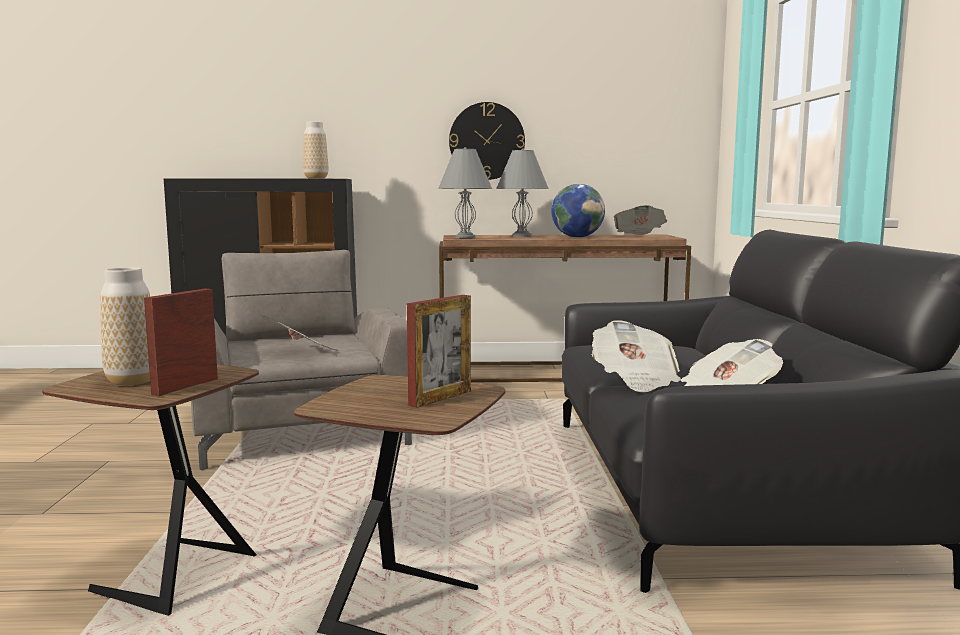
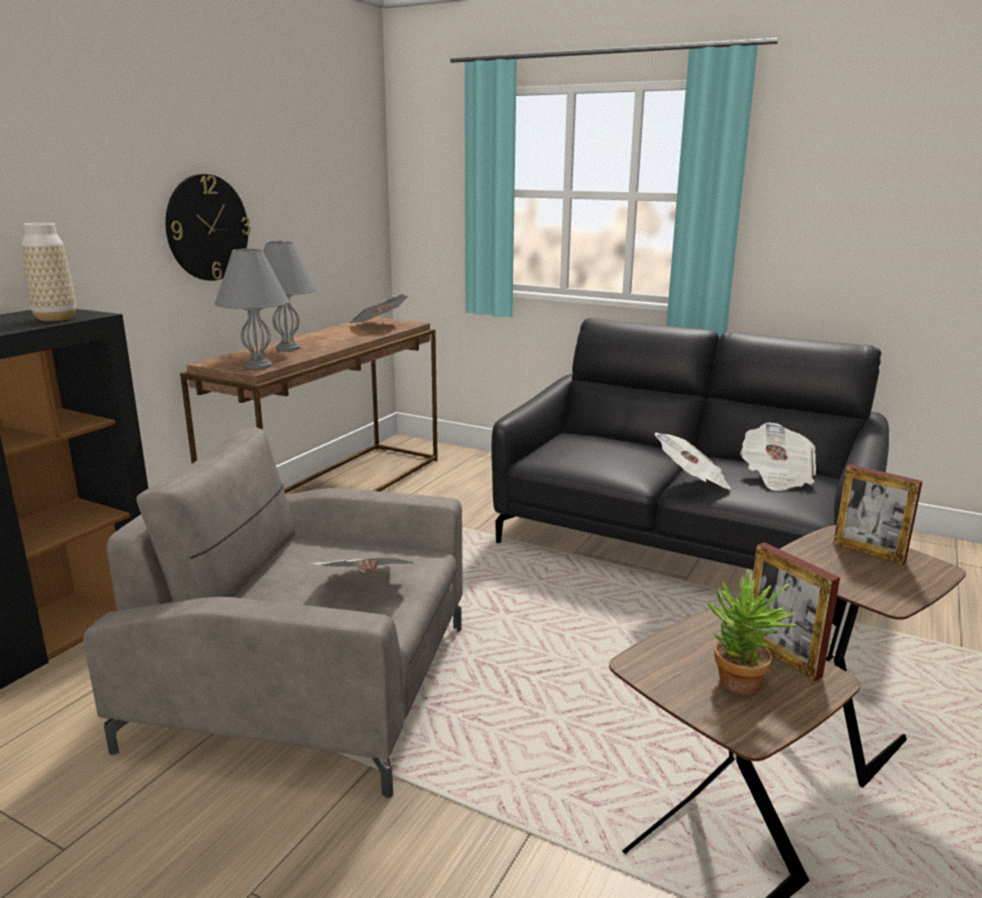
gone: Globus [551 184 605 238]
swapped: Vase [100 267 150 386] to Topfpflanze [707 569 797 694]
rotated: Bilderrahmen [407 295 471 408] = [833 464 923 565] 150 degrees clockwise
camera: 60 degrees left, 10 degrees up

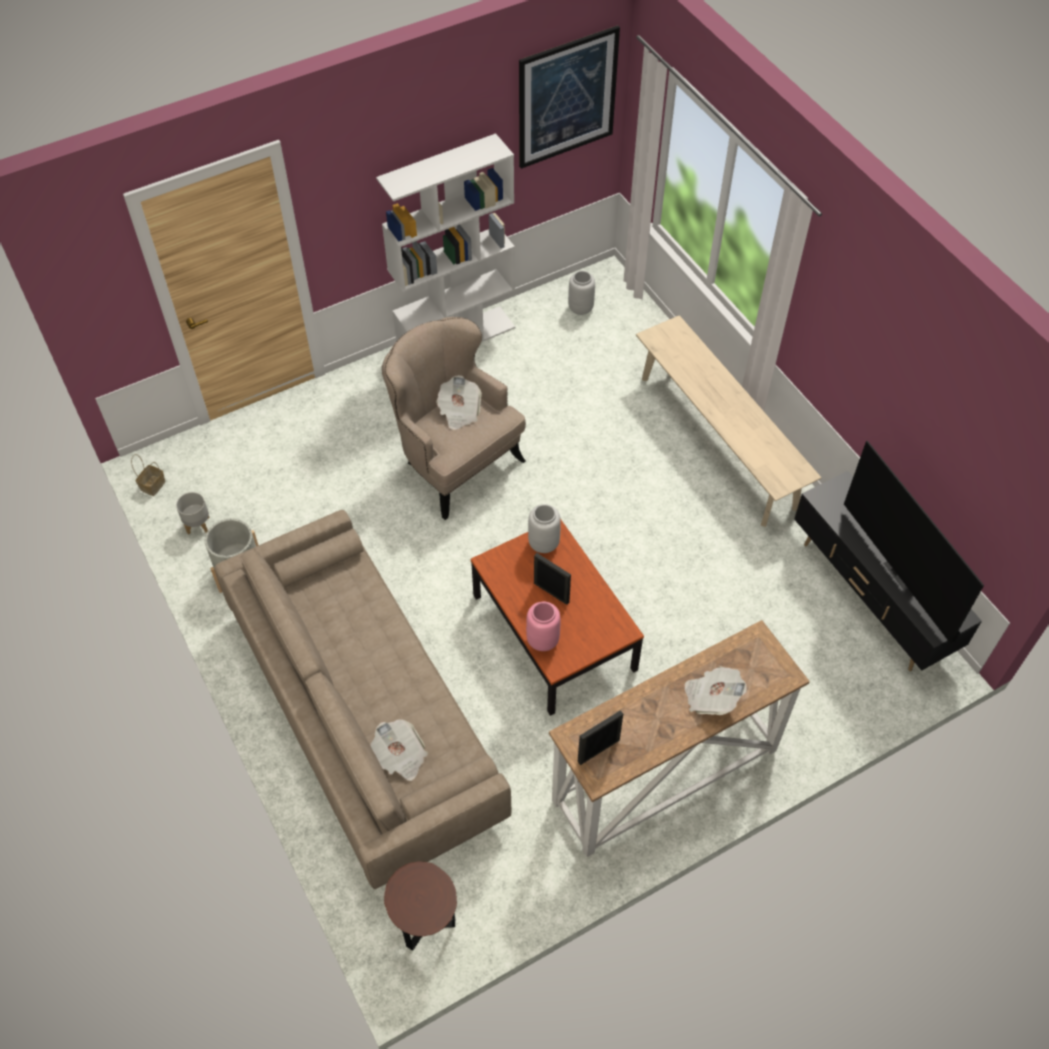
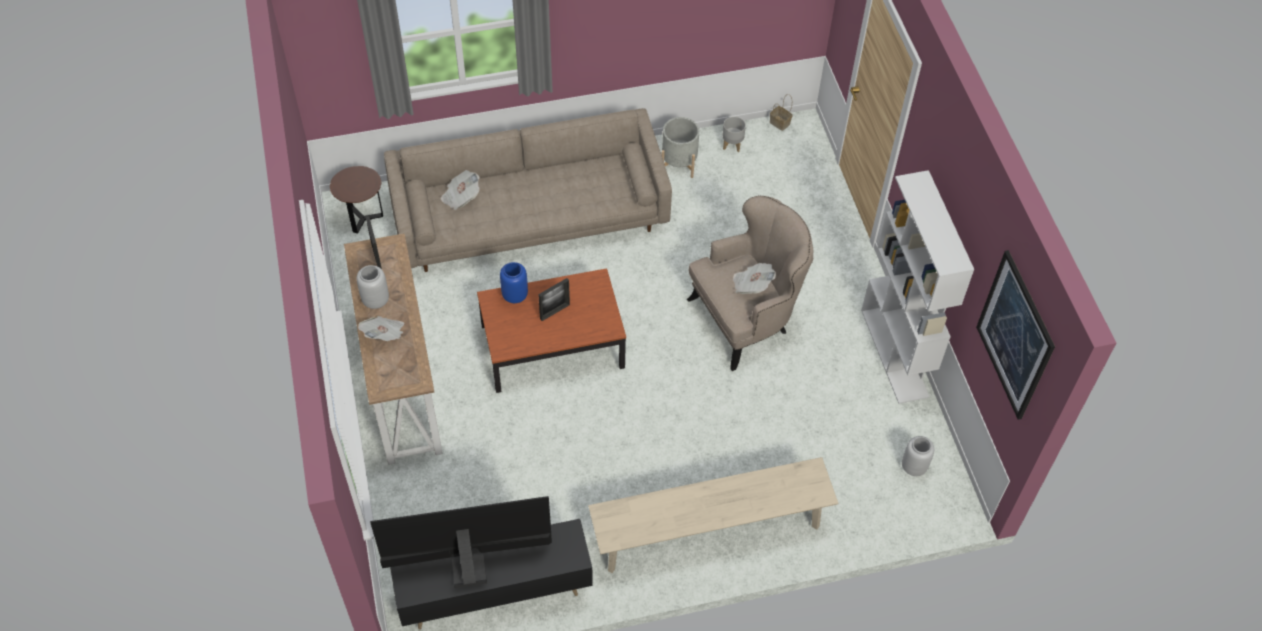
shifted: Vase [grau] [528 504 561 553] to [357 265 389 309]
repainted: Vase [rosa] [526 602 560 651] to Vase [blau] [500 262 528 303]
camera: 105 degrees right, 0 degrees up

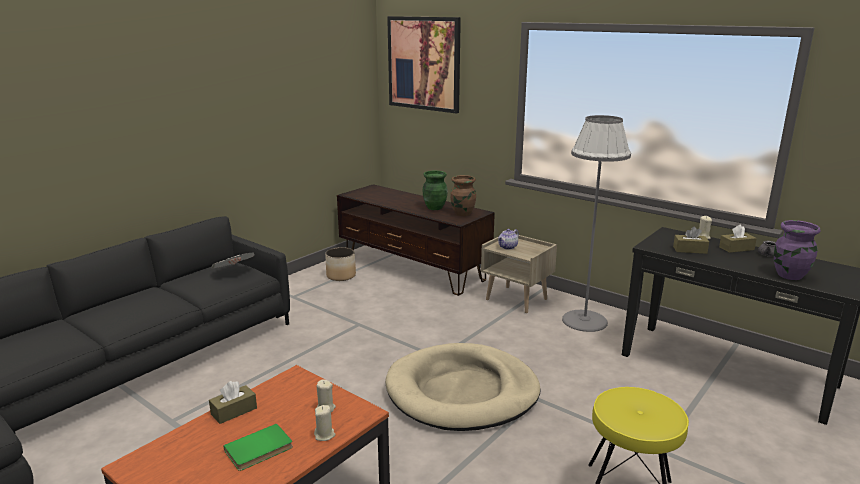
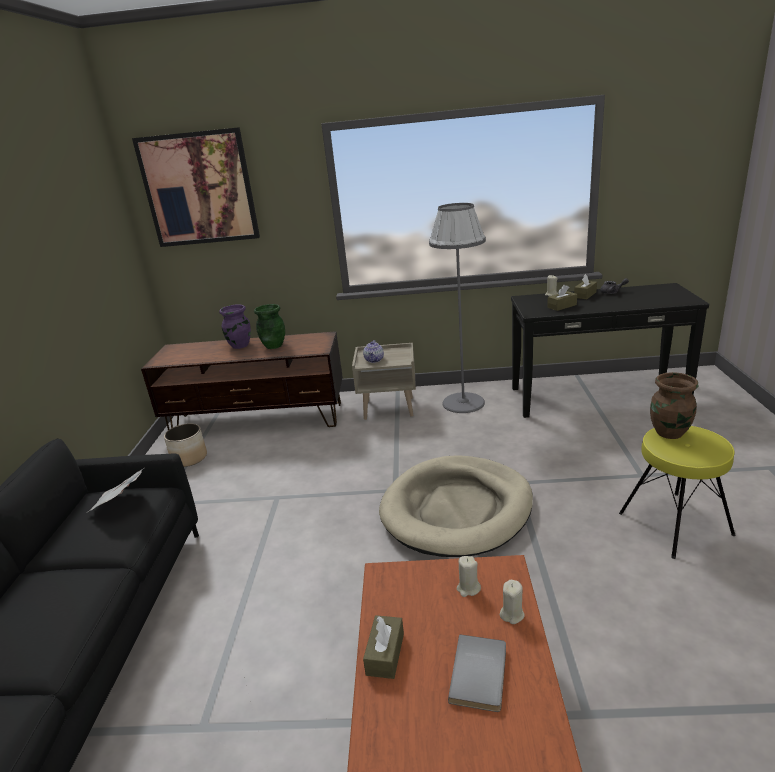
shifted: Vase [braun] [450 175 476 216] to [650 372 698 439]; Vase [lila] [774 220 821 280] to [219 304 251 349]
repainted: Buch [grün] [223 424 293 471] to Buch [grau] [448 634 506 712]
camera: 35 degrees left, 5 degrees up

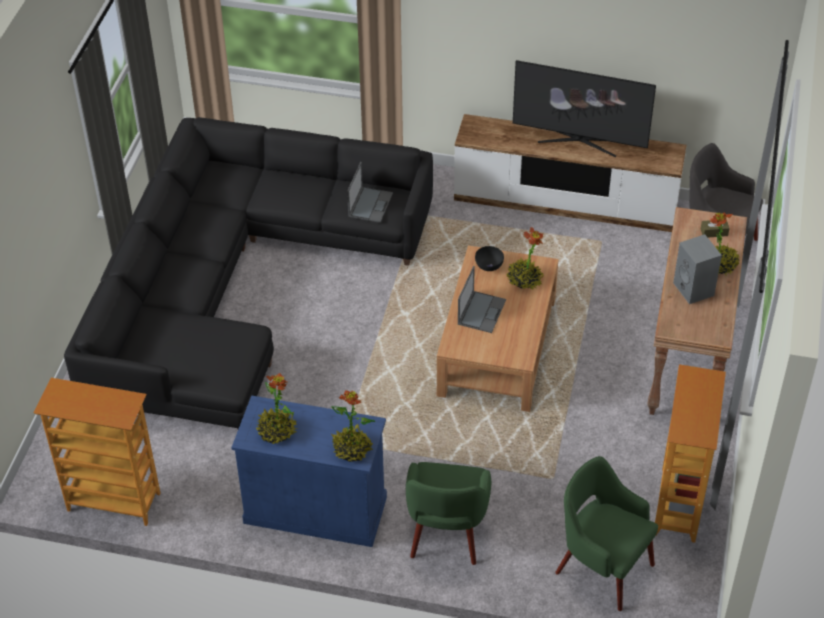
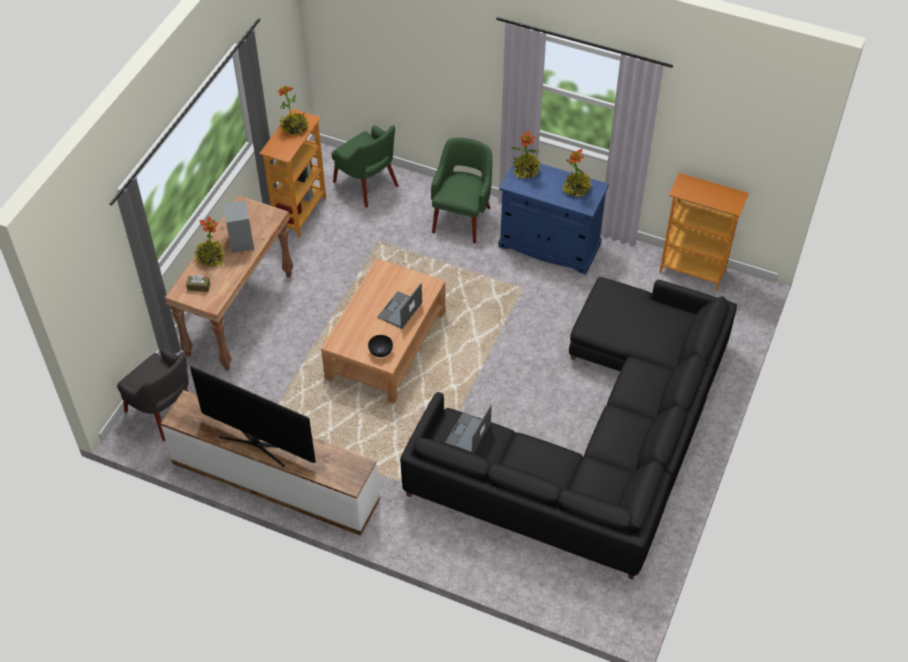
shifted: Topfpflanze [506 227 544 290] to [277 86 309 136]
camera: 170 degrees left, 5 degrees up

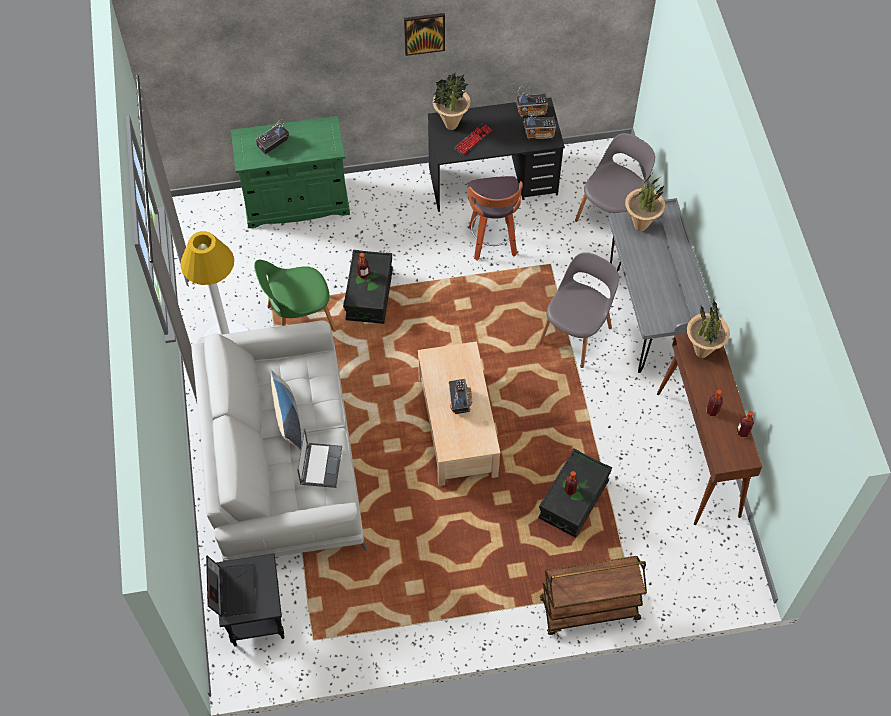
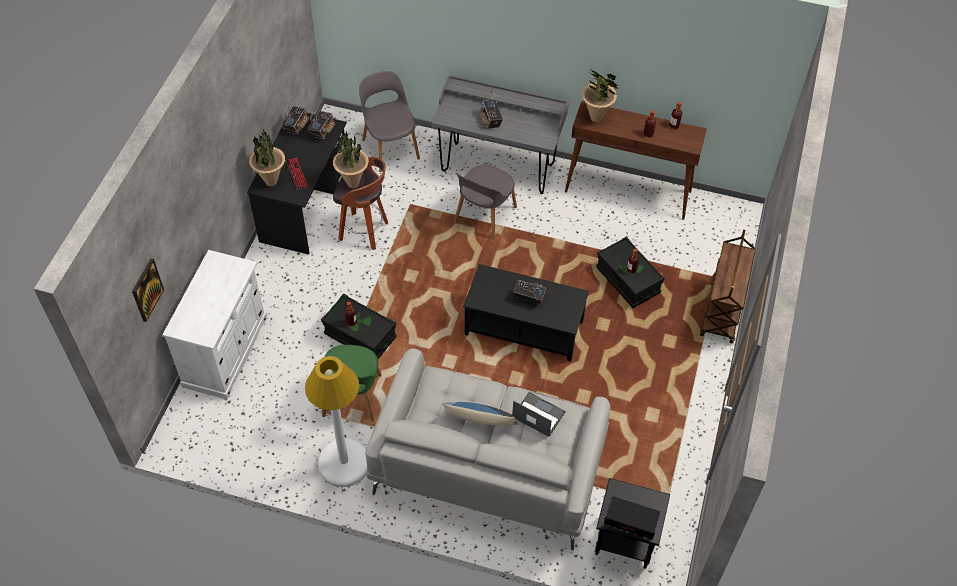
shifted: Radio [256 119 289 155] to [481 90 503 129]; Bild [404 13 445 56] to [132 259 164 322]; Topfpflanze [625 174 665 231] to [333 131 369 188]
repainted: Schrank [grün] [231 116 350 228] to Schrank [weiß] [162 250 267 400]; Couchtisch [beige] [418 342 500 486] to Couchtisch [schwarz] [463 264 589 362]
rotated: Stuhl [grau] [539 252 619 368] = [454 165 517 240] 120 degrees counterclockwise
camera: 65 degrees left, 5 degrees down

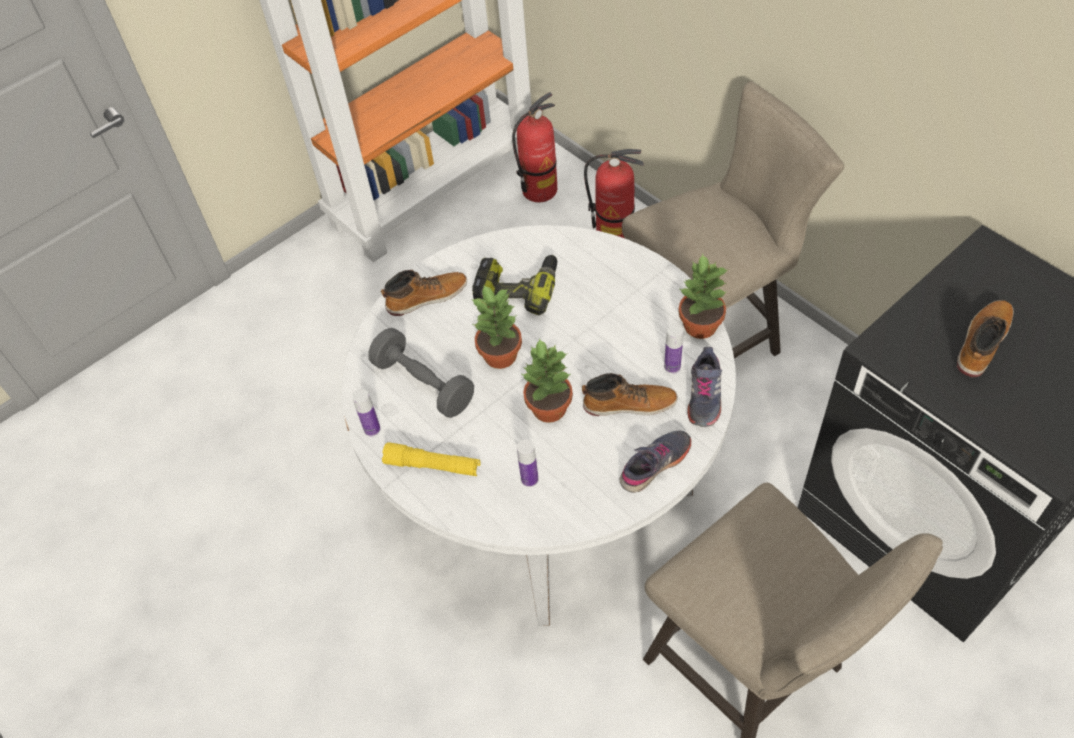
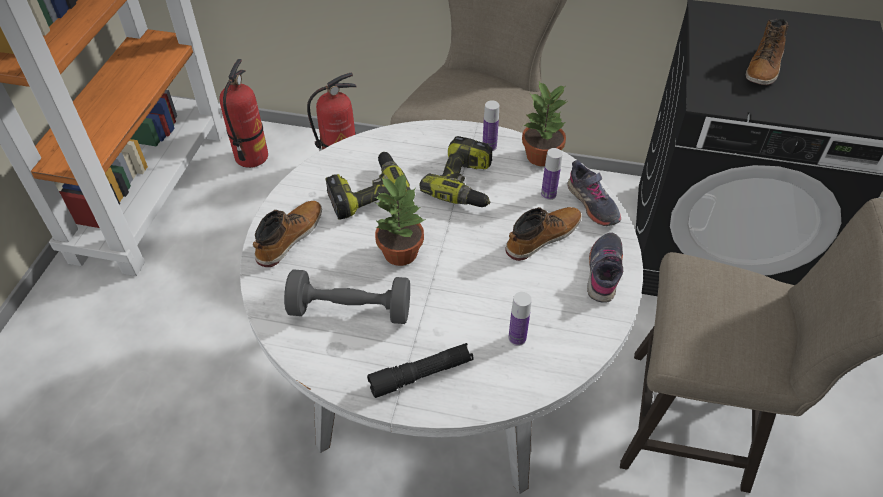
gone: Topfpflanze [522 338 573 423]
new: Bohrmaschine [420 136 493 207]
shifted: Flasche [352 389 381 436] to [483 100 499 151]
repainted: Taschenlampe [gelb] [382 442 480 476] to Taschenlampe [schwarz] [367 343 474 398]
rotated: Stiefel [957 300 1014 377] = [746 19 789 85] 150 degrees counterclockwise
camera: 40 degrees left, 5 degrees down

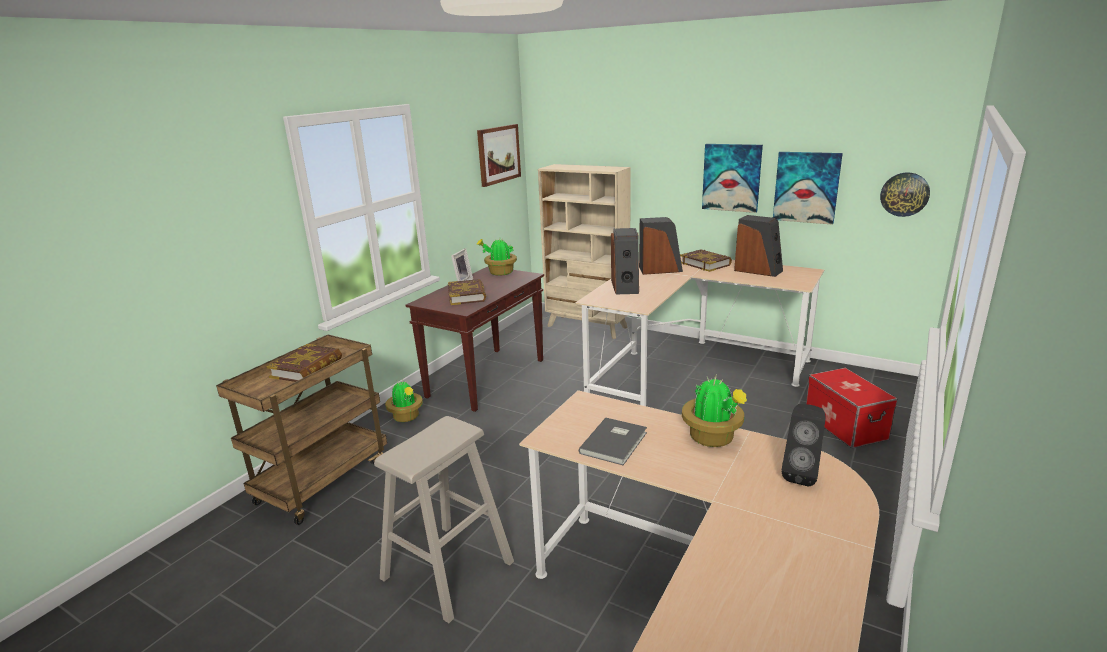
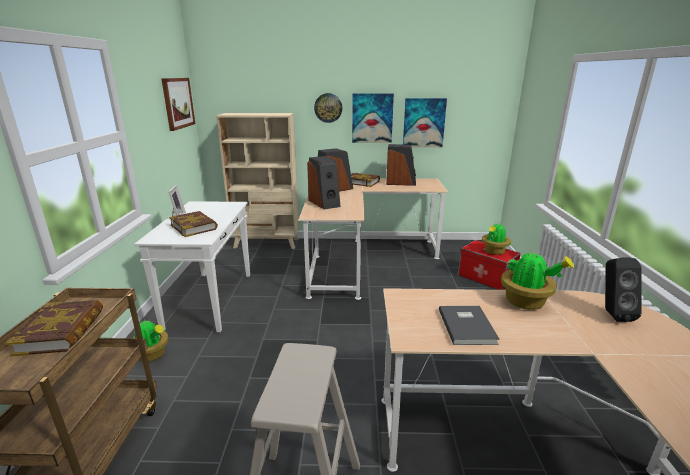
shifted: Topfpflanze [477 238 517 276] to [482 221 511 255]; Wanduhr [880 173 930 217] to [314 93 342 123]
repainted: Konsolentisch [braun] [406 267 544 412] to Konsolentisch [weiß] [134 201 250 332]
camera: 30 degrees left, 0 degrees up

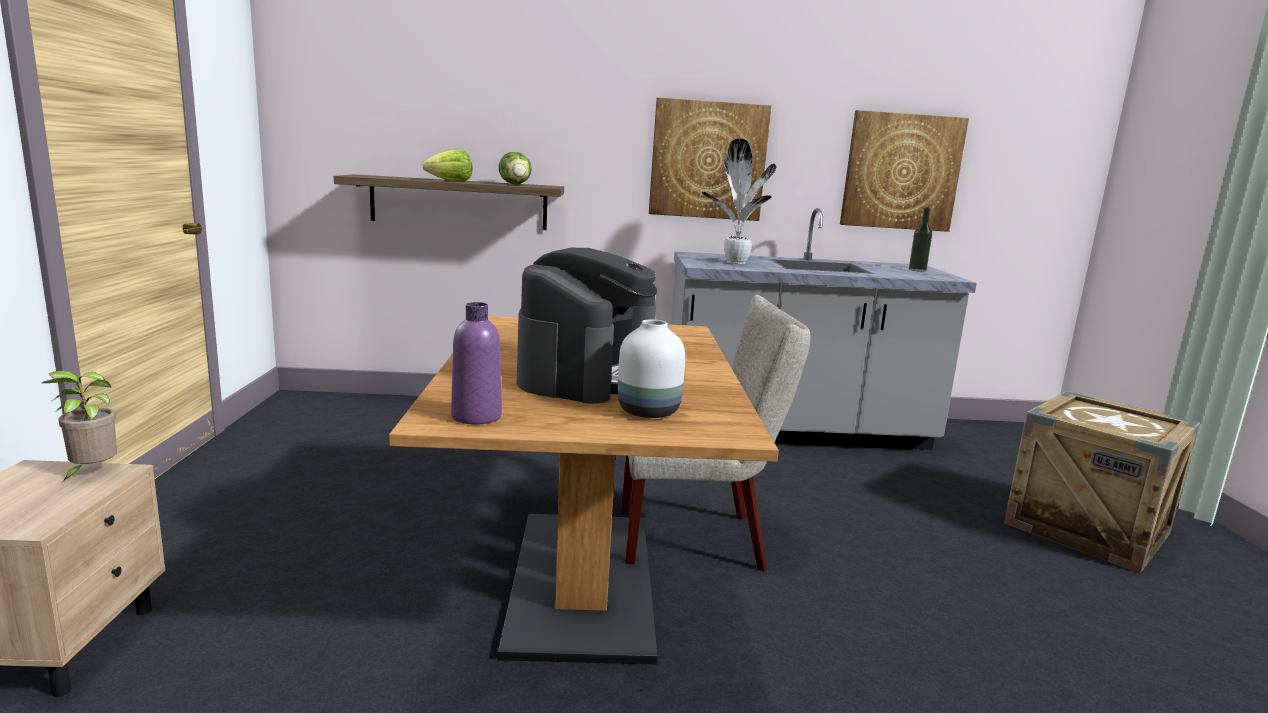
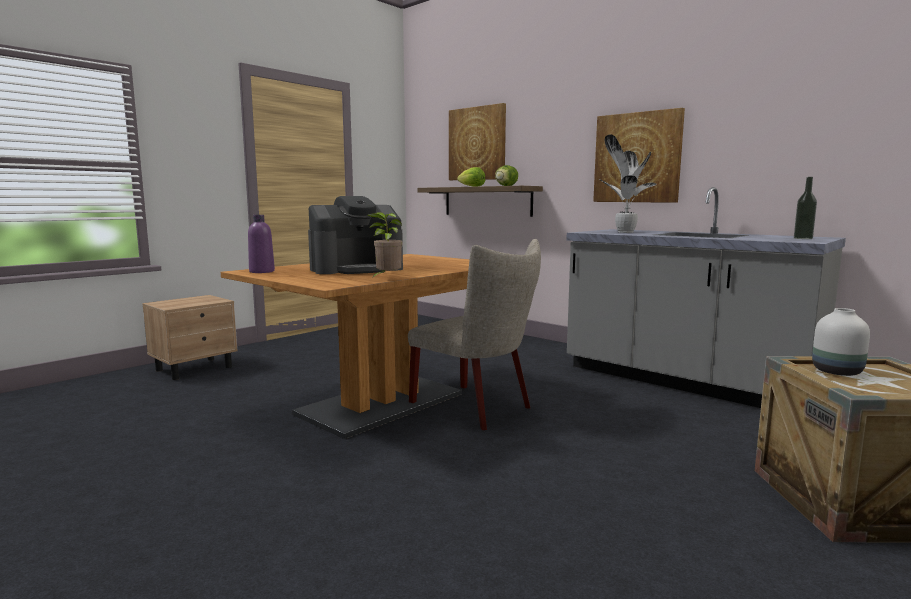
shifted: Topfpflanze [42 370 117 481] to [367 212 403 279]; Vase [weiß] [617 319 685 418] to [812 308 870 376]; Bild [840 110 969 232] to [449 103 506 180]
camera: 45 degrees right, 5 degrees down

